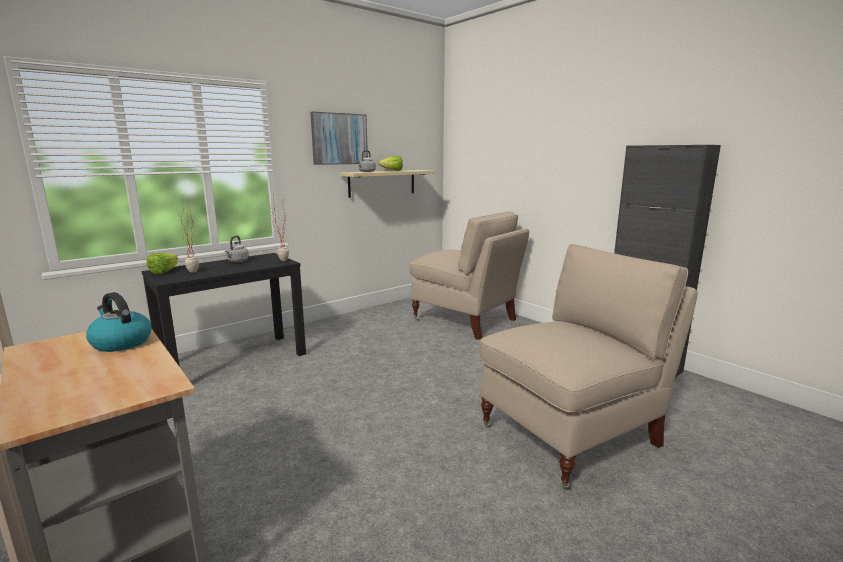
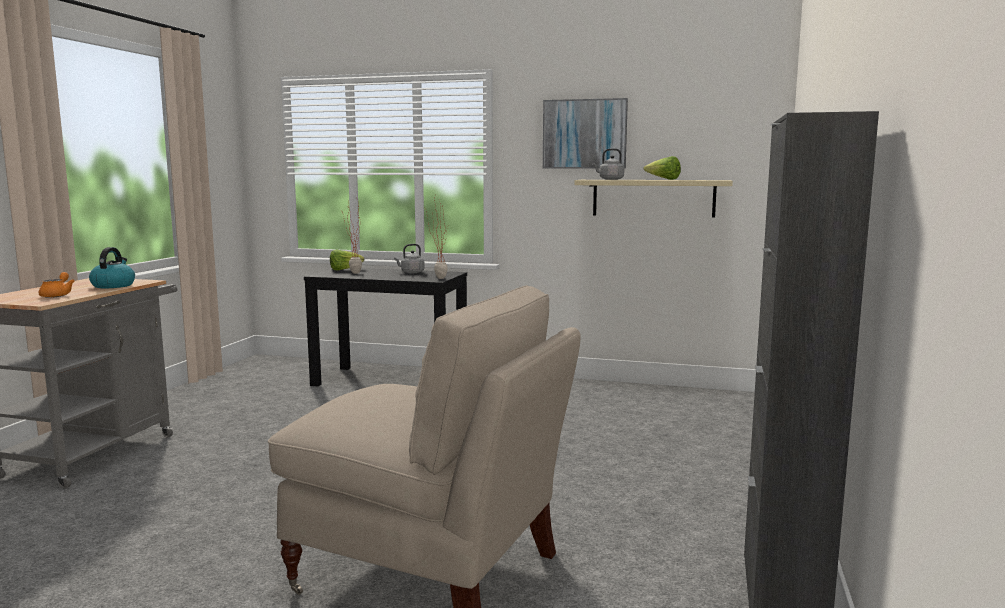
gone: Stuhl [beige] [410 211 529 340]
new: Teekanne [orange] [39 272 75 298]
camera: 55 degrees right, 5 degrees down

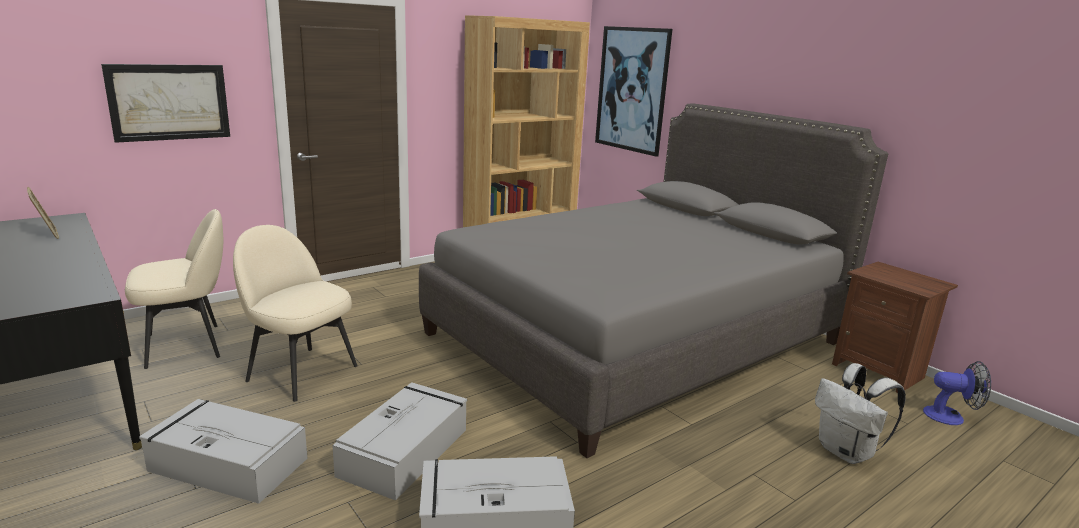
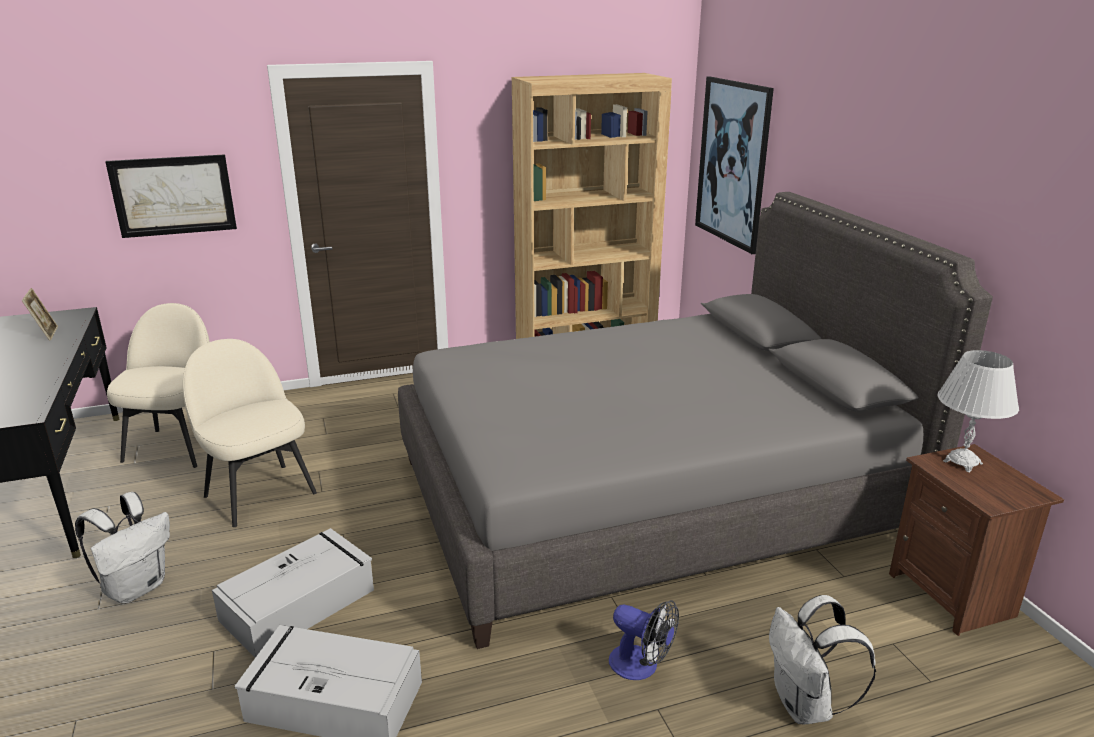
new: Tischlampe [weiß] [937 350 1019 472]
shifted: Ventilator [923 361 991 425] to [609 600 679 680]
swapped: Aufbewahrungsbox [grau] [139 399 307 504] to Rucksack [weiß] [75 492 170 603]
rotated: Stuhl [beige] [125 209 223 369] = [107 303 210 468] 75 degrees counterclockwise
camera: 20 degrees right, 5 degrees up

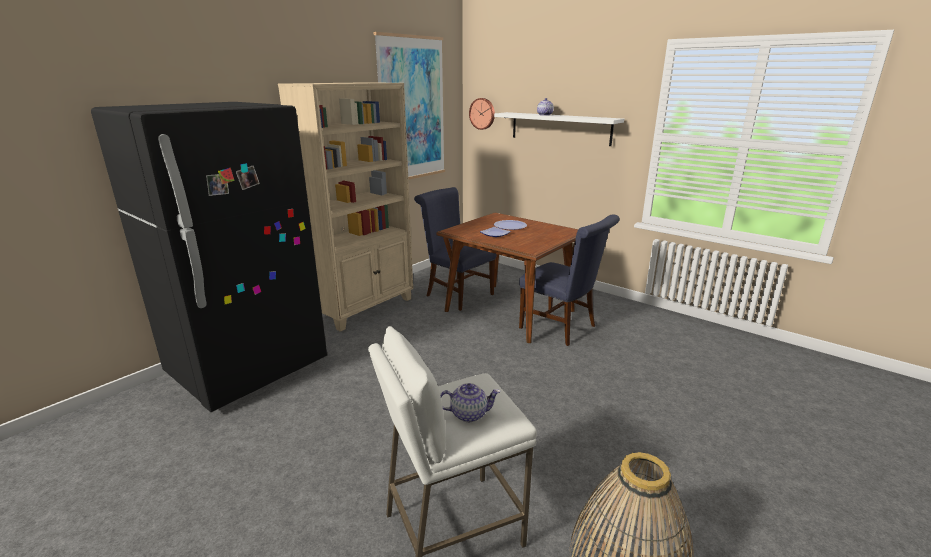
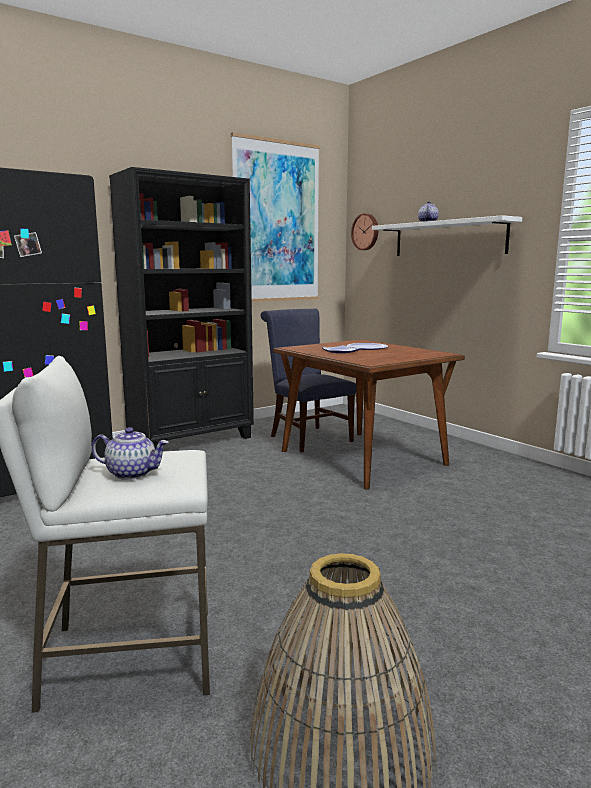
gone: Stuhl [blau] [519 214 620 346]
repainted: Bücherregal [beige] [278 82 413 332] to Bücherregal [schwarz] [109 167 254 449]
camera: 15 degrees right, 10 degrees down

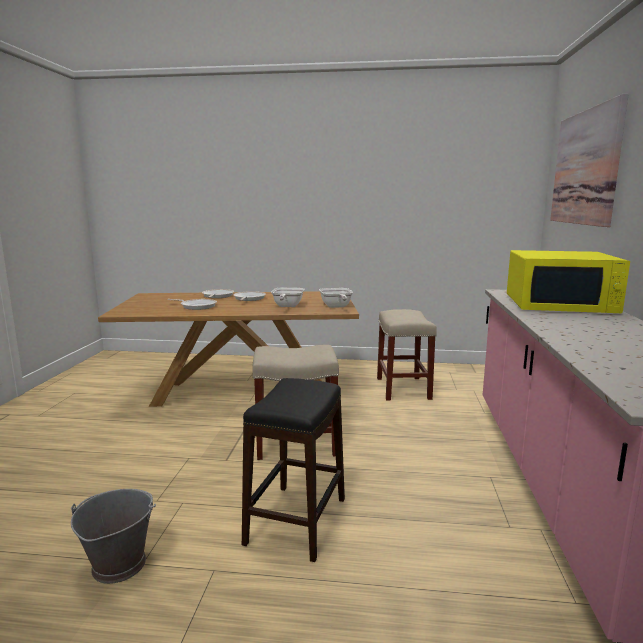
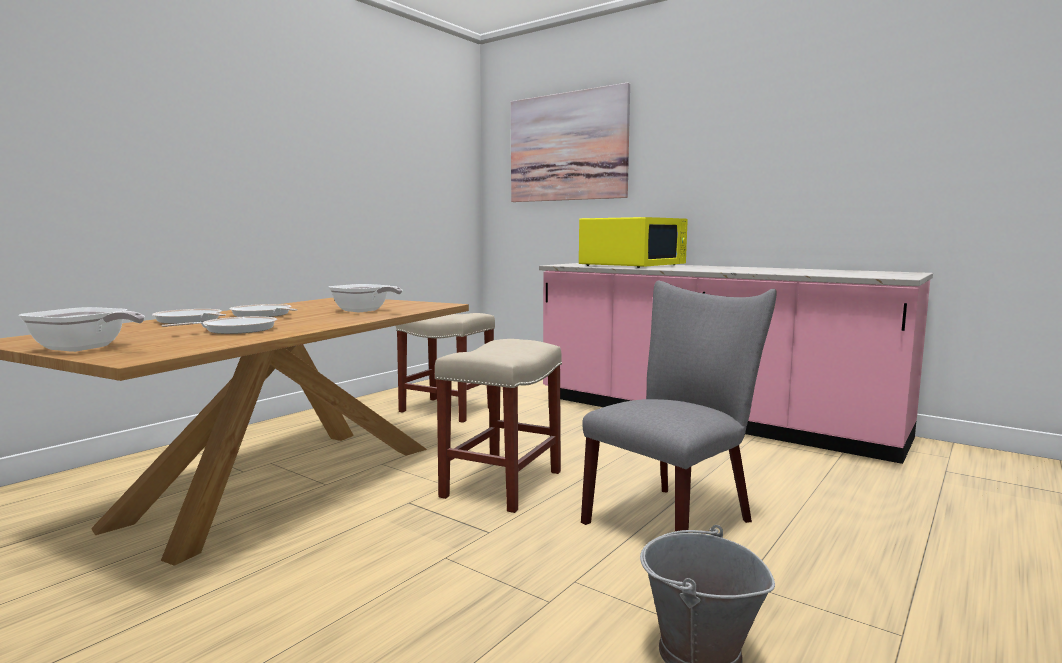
shifted: Pfanne [319 288 353 308] to [19 307 145 352]
swapped: Hocker [schwarz] [242 378 345 562] to Stuhl [grau] [581 281 776 531]
camera: 60 degrees left, 5 degrees down

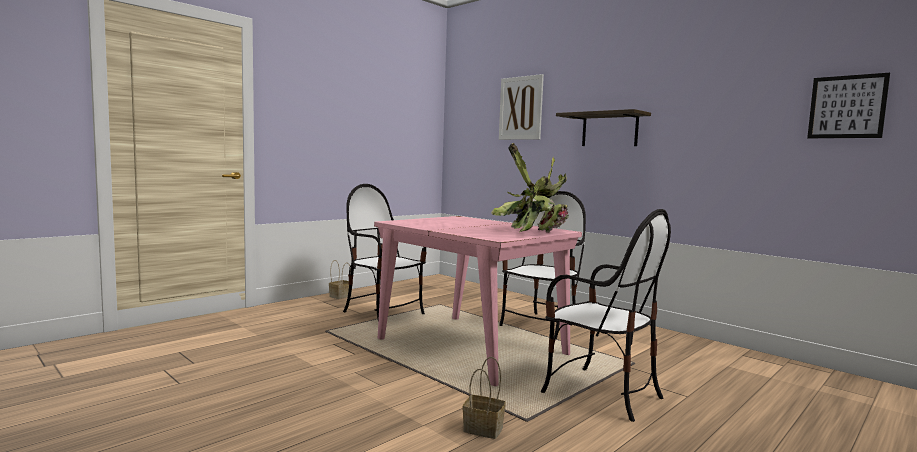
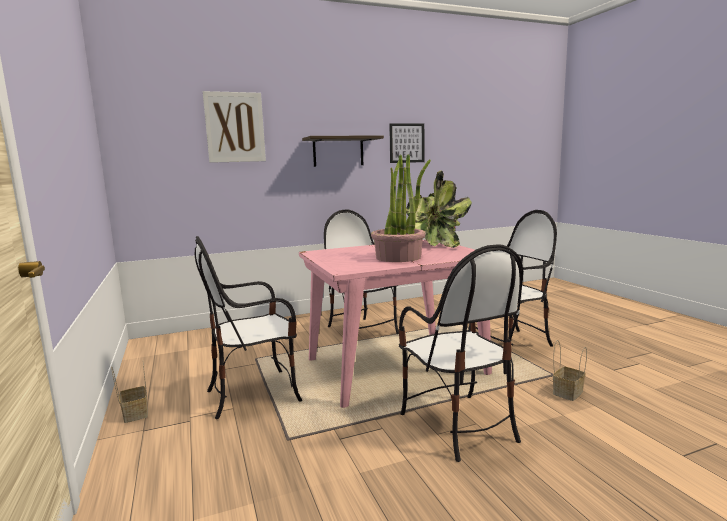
new: Topfpflanze [371 154 431 262]; Stuhl [399 244 523 462]
shifted: Bild [807 73 890 138] to [389 123 424 163]
camera: 65 degrees left, 5 degrees up

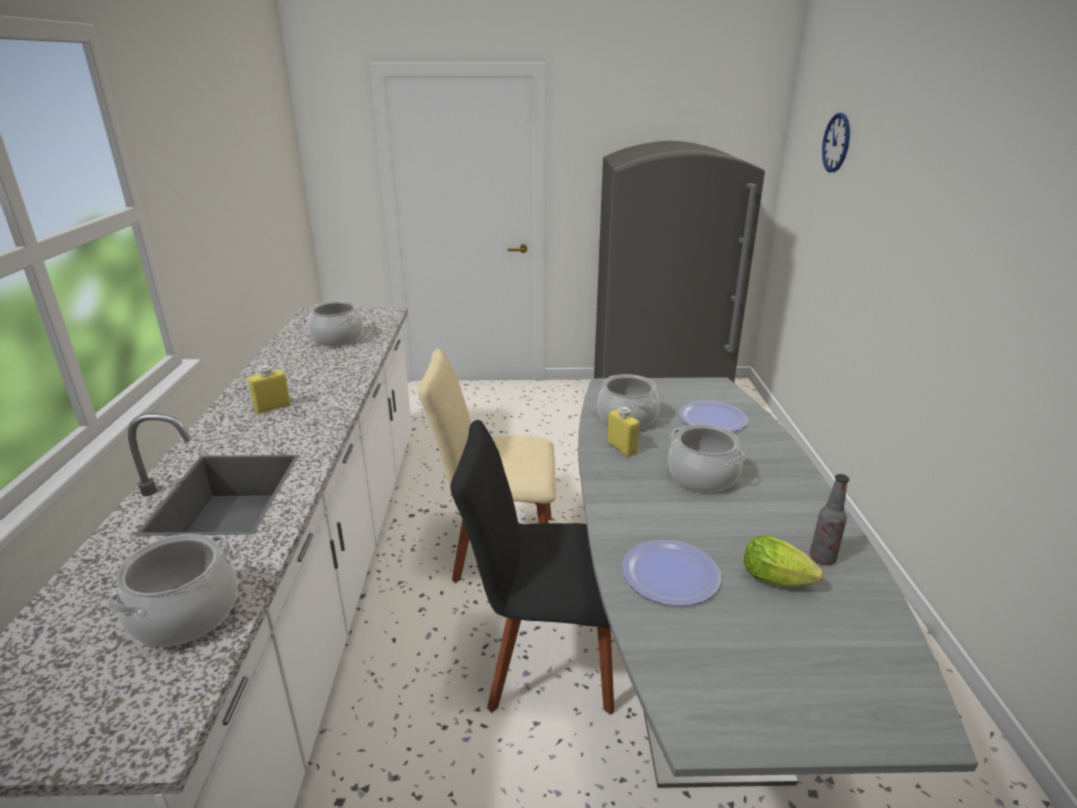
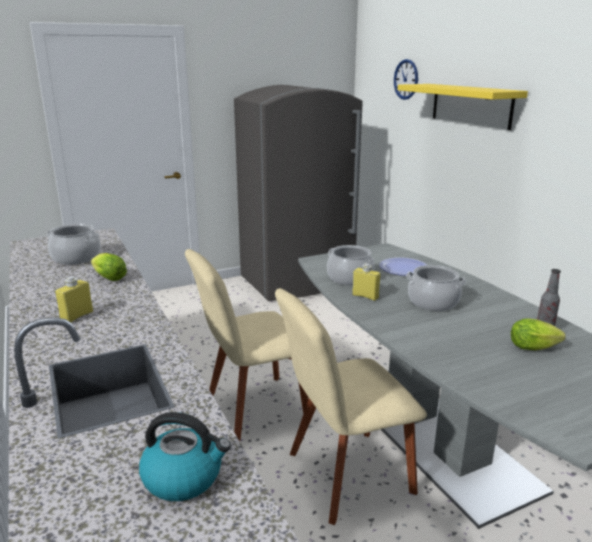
gone: Teller [622 540 721 606]
new: Salatkopf [91 253 127 281]; Wandregal [gelb] [398 84 528 130]
swapped: Kochtopf [107 534 238 647] to Wasserkessel [139 412 231 501]
repainted: Stuhl [schwarz] [451 420 614 714] to Stuhl [beige] [275 288 427 525]
camera: 25 degrees left, 5 degrees down

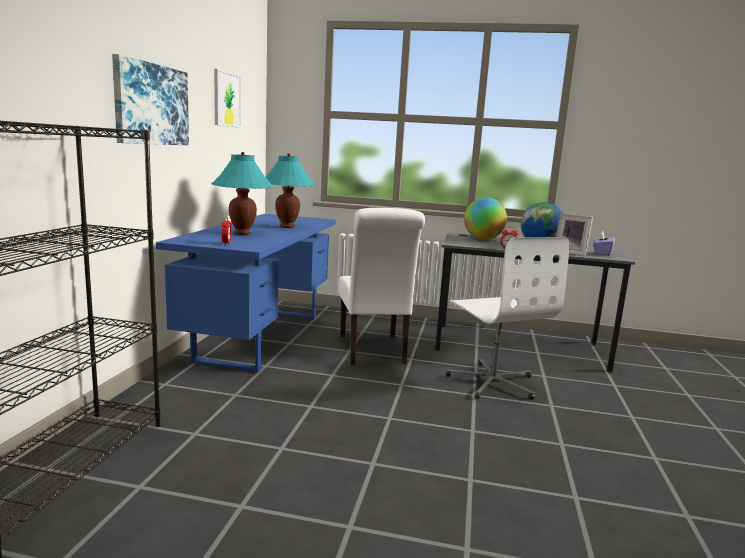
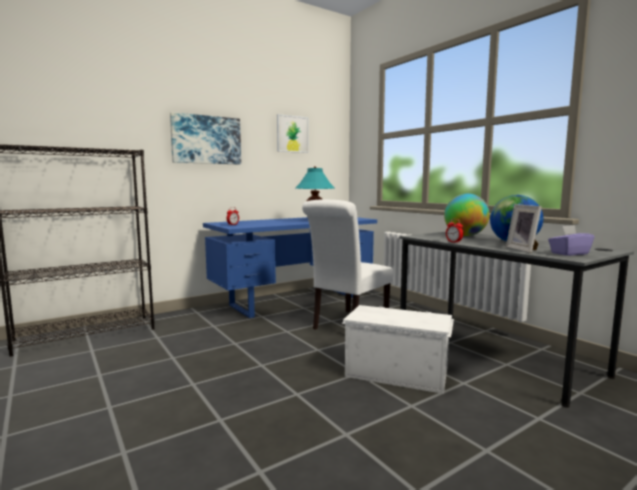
gone: Tischlampe [türkis] [212 152 273 235]
swapped: Bürostuhl [weiß] [446 237 569 400] to Aufbewahrungsbox [weiß] [342 305 454 394]
camera: 45 degrees right, 5 degrees down

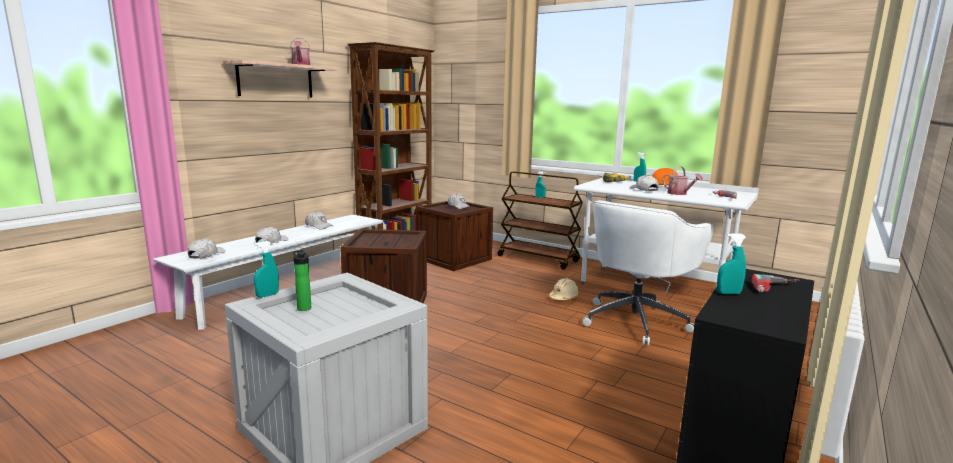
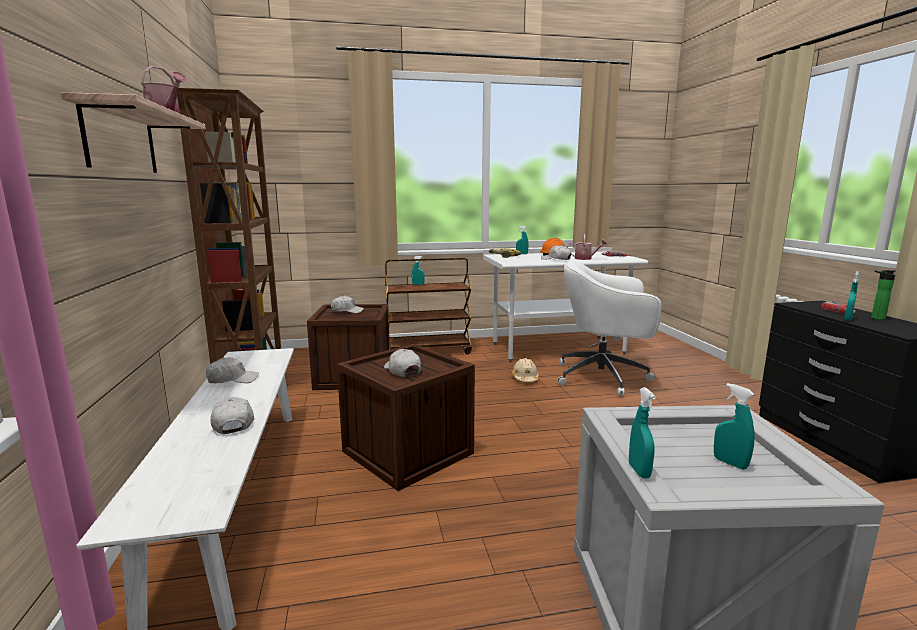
new: Sprühflasche [türkis] [714 383 755 470]
shifted: Kappe [weiß] [188 238 226 259] to [384 349 421 377]; Flasche [293 250 311 311] to [871 270 895 320]
rotated: Bürostuhl [weiß] [582 200 713 346] = [557 260 662 396] 105 degrees clockwise
camera: 45 degrees left, 0 degrees up

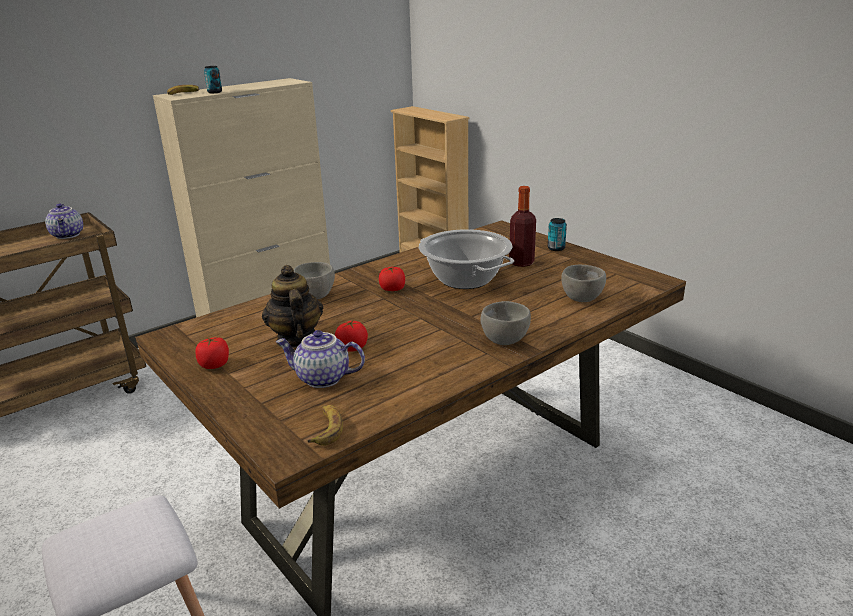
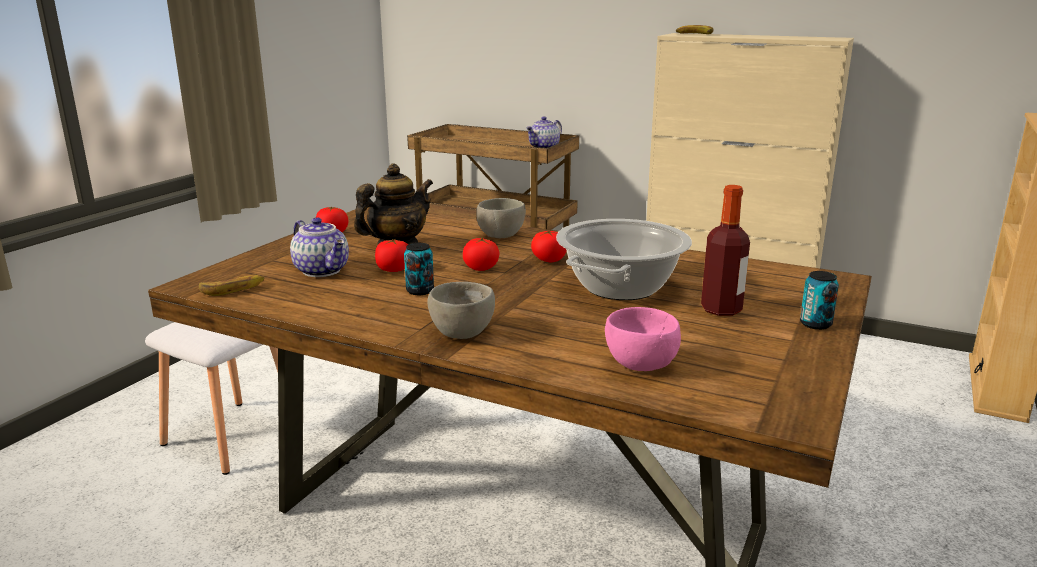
new: Tomate [463 237 499 271]
shifted: Dose [204 66 222 93] to [404 243 434 295]
repainted: Schüssel [grau] [561 265 606 302] to Schüssel [rosa] [605 307 681 371]
rotated: Teekanne [276 330 365 388] = [290 217 349 277] 150 degrees clockwise
camera: 65 degrees right, 5 degrees down

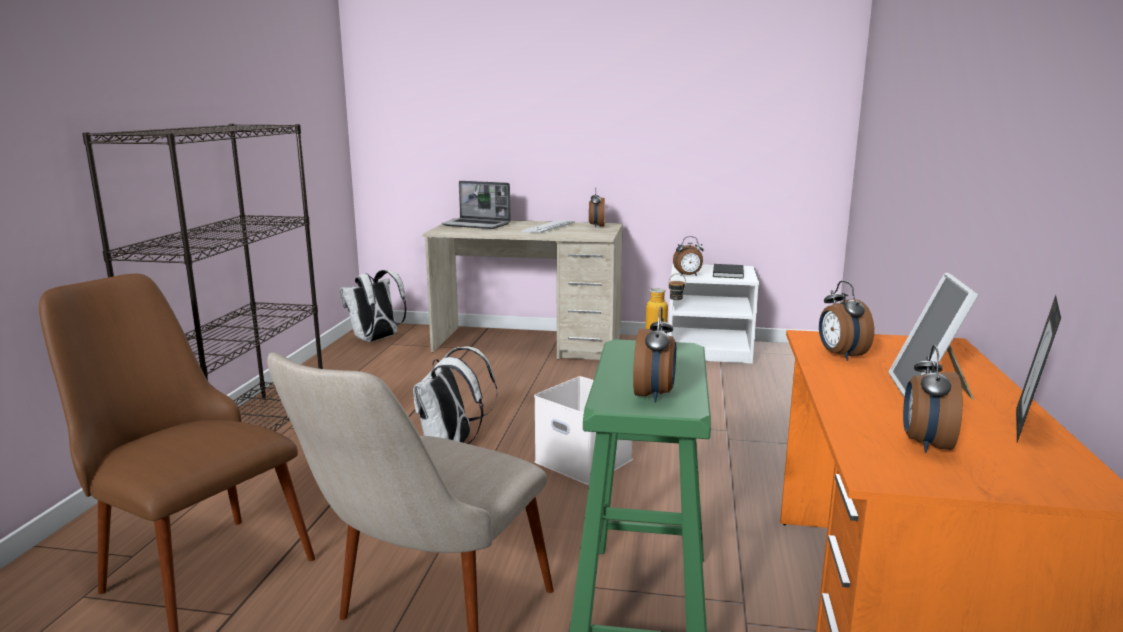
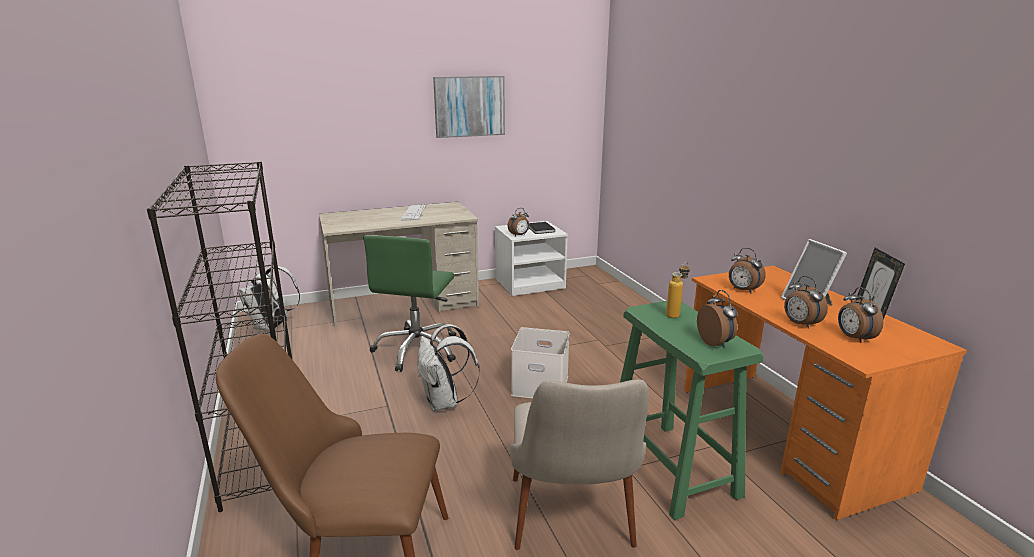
gone: Laptop [441 181 511 229]
new: Bürostuhl [grün] [363 235 456 372]; Bild [433 76 505 138]
shifted: Wecker [589 188 605 228] to [784 276 828 329]
camera: 30 degrees left, 5 degrees up

